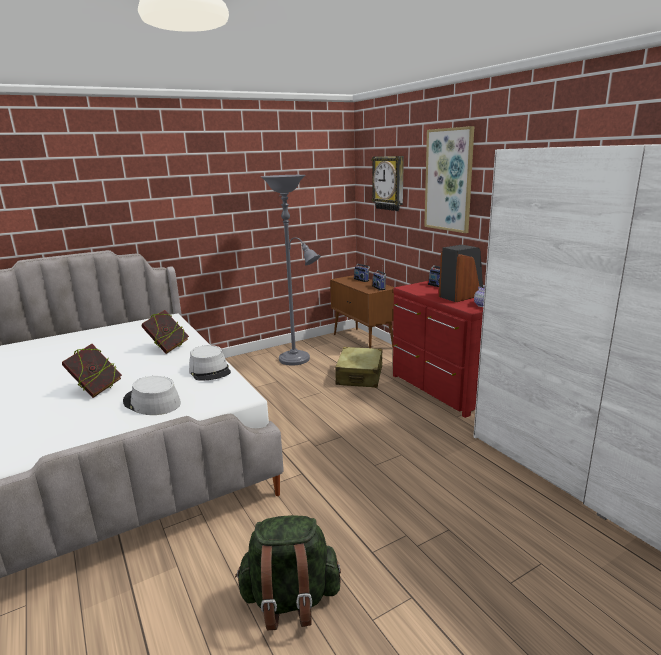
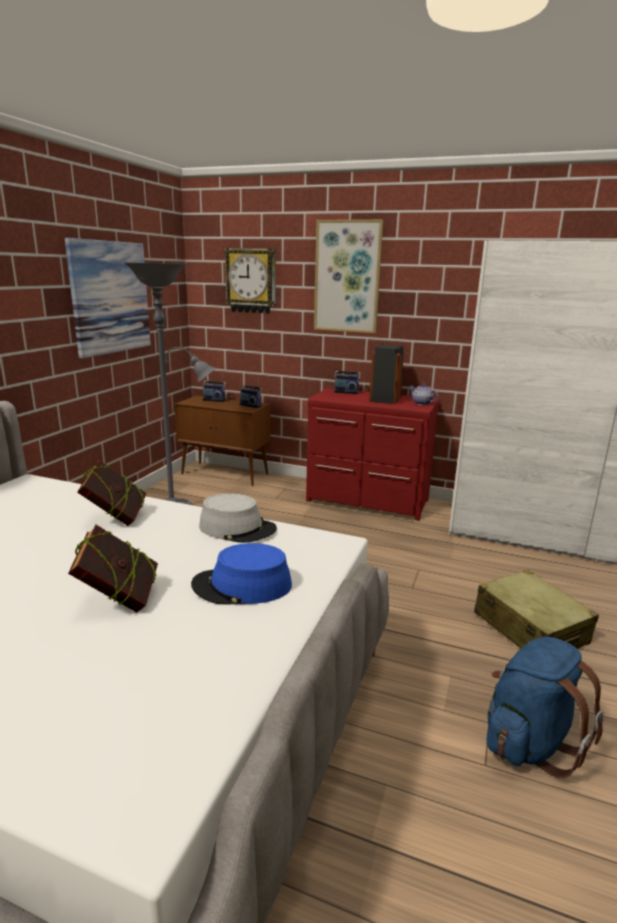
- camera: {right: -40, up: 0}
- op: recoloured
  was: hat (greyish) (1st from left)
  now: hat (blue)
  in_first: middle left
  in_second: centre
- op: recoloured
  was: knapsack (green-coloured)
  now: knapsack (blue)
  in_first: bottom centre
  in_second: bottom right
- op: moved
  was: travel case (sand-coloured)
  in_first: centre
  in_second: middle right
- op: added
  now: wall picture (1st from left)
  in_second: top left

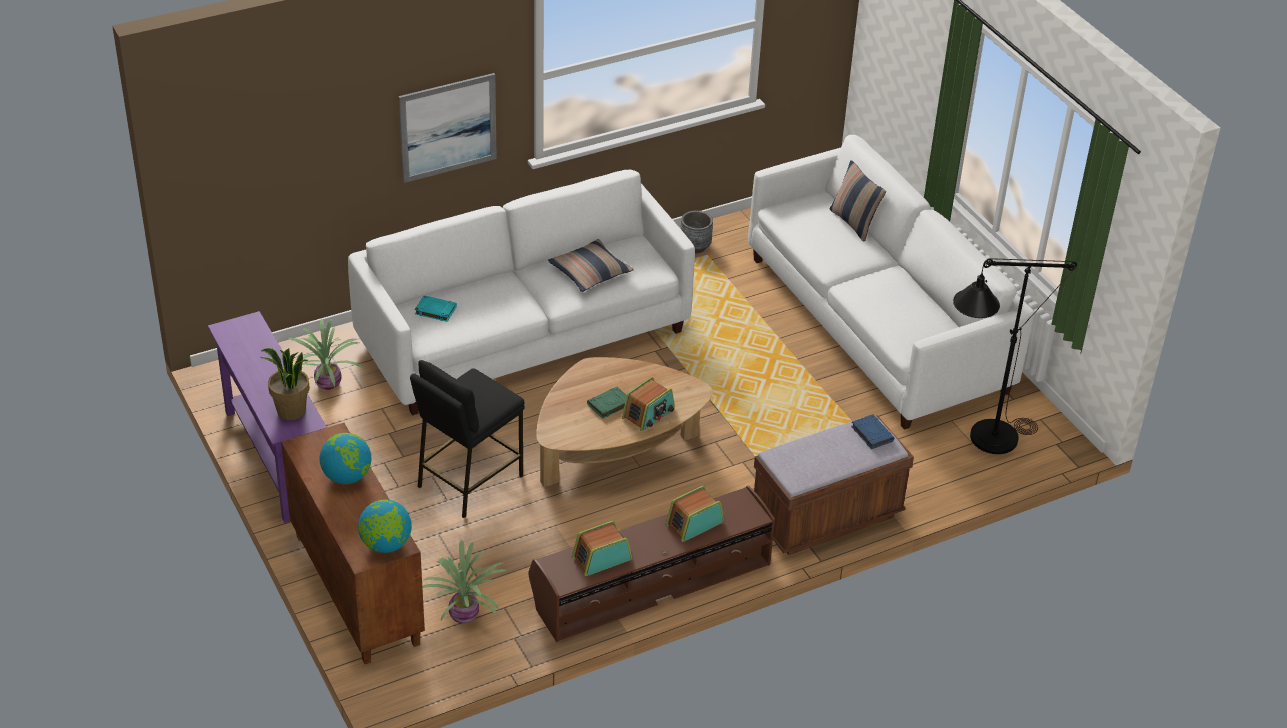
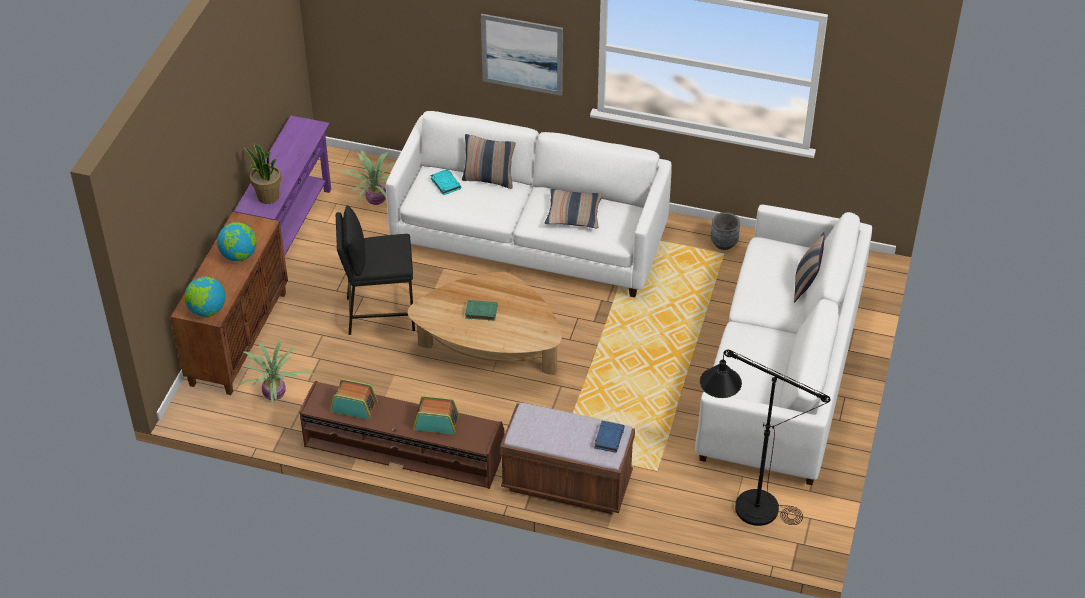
- camera: {right: 45, up: 5}
- op: removed
  was: radio (2nd from left)
  in_first: centre
- op: added
  now: cushion (1st from left)
  in_second: top centre

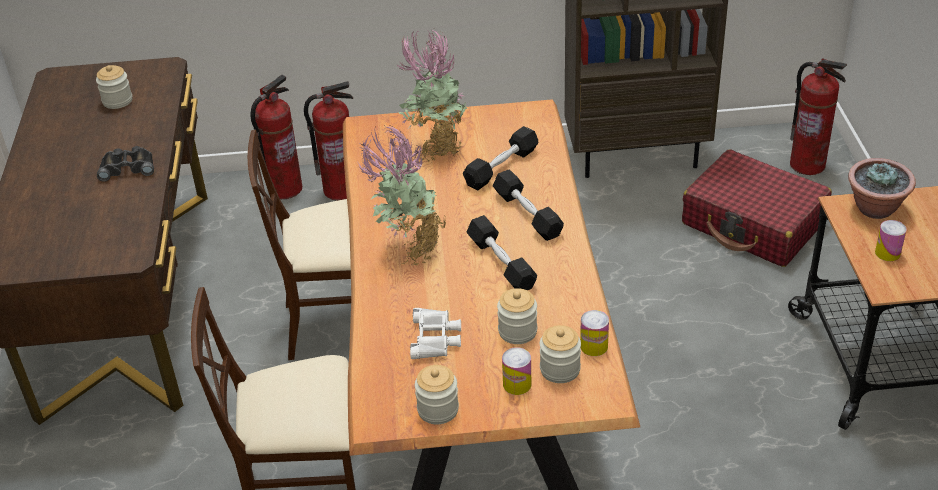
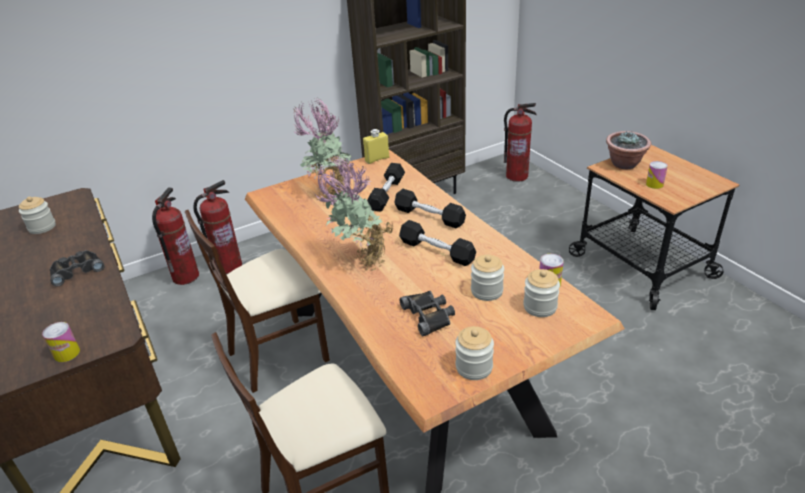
- camera: {right: -25, up: -5}
- op: recoloured
  was: pair of binoculars (white)
  now: pair of binoculars (blackish) (2nd from left)
  in_first: bottom centre
  in_second: centre
- op: moved
  was: metal can (1st from left)
  in_first: bottom centre
  in_second: bottom left
- op: removed
  was: travel case (red-coloured)
  in_first: middle right
- op: added
  now: bottle (yellowish)
  in_second: top centre

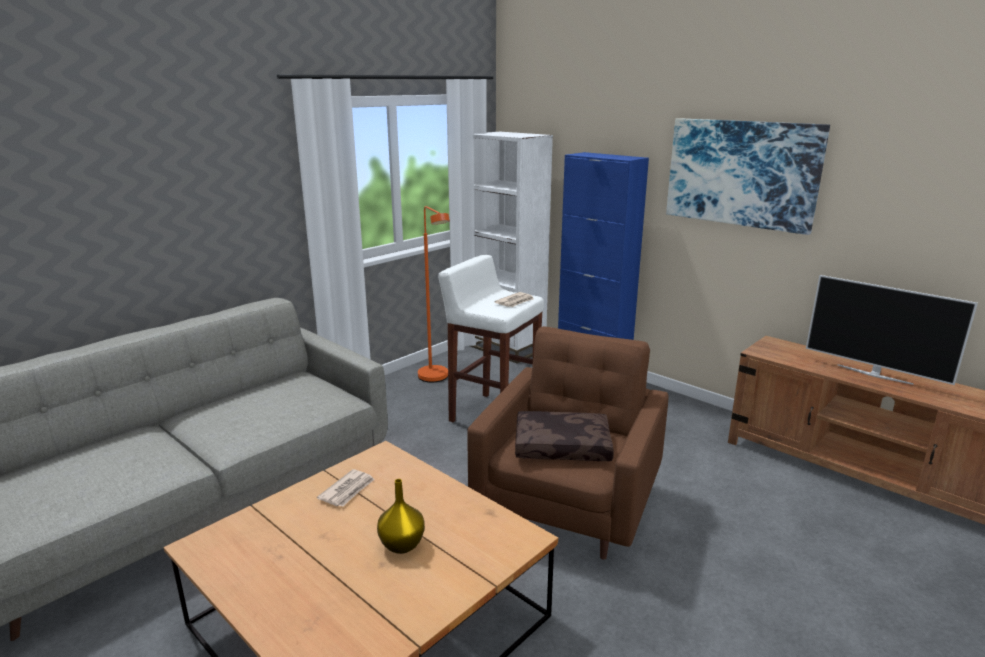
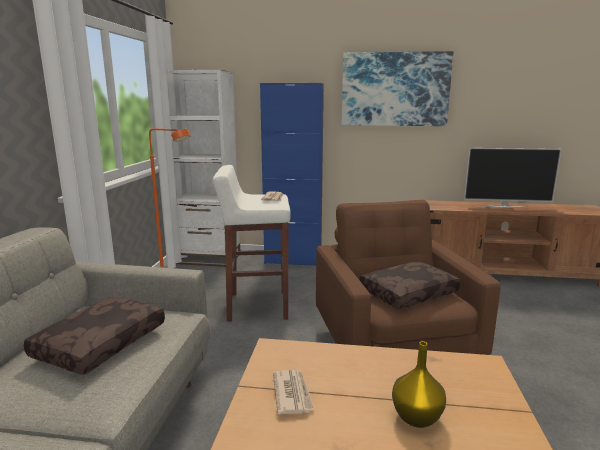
- camera: {right: -35, up: -5}
- op: added
  now: cushion (brown) (1st from left)
  in_second: bottom left

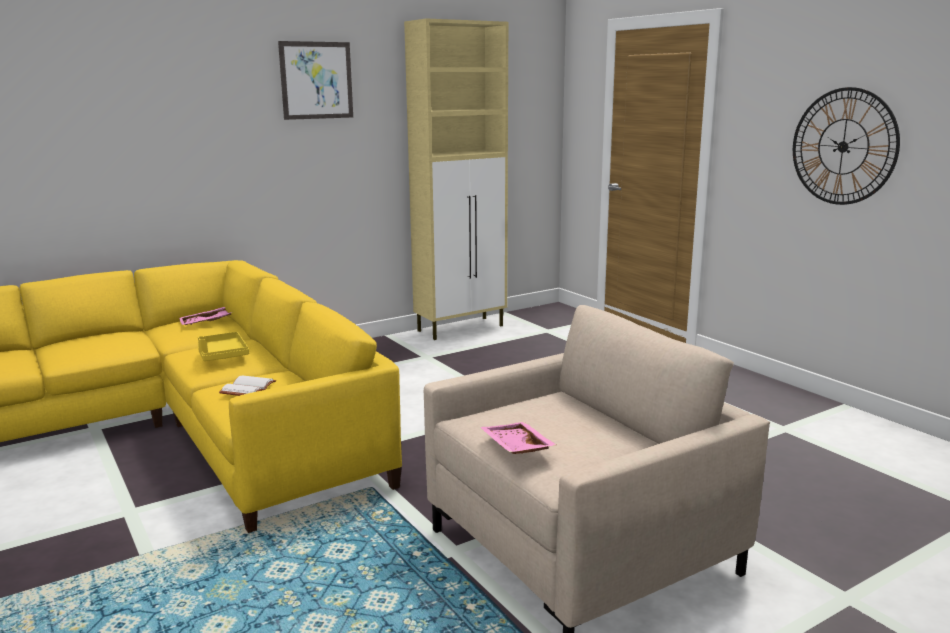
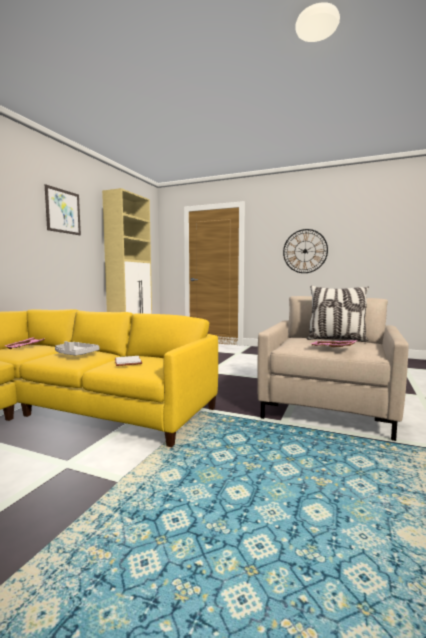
- camera: {right: -35, up: -10}
- op: recoloured
  was: carrying tray (yellowish)
  now: carrying tray (greyish)
  in_first: middle left
  in_second: middle left
- op: added
  now: cushion
  in_second: middle right

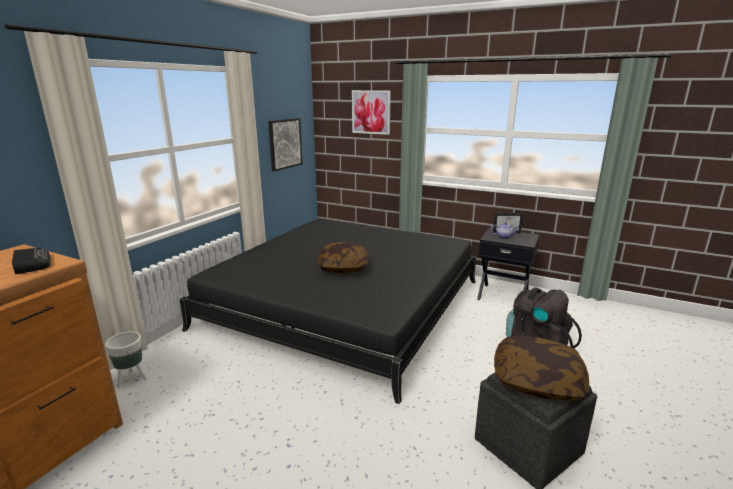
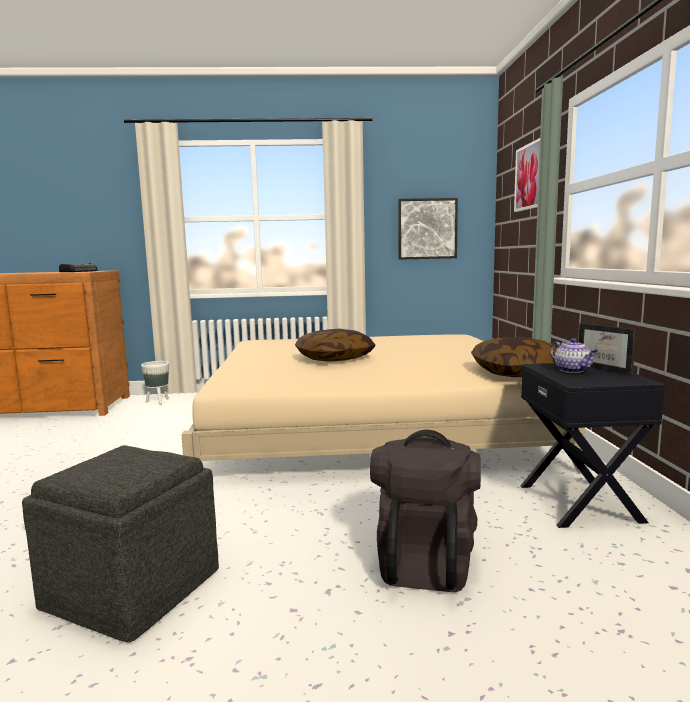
- camera: {right: 60, up: -10}
- op: recoloured
  was: bed (blackish)
  now: bed (sand-coloured)
  in_first: centre
  in_second: centre
- op: moved
  was: cushion (2nd from left)
  in_first: bottom right
  in_second: middle right

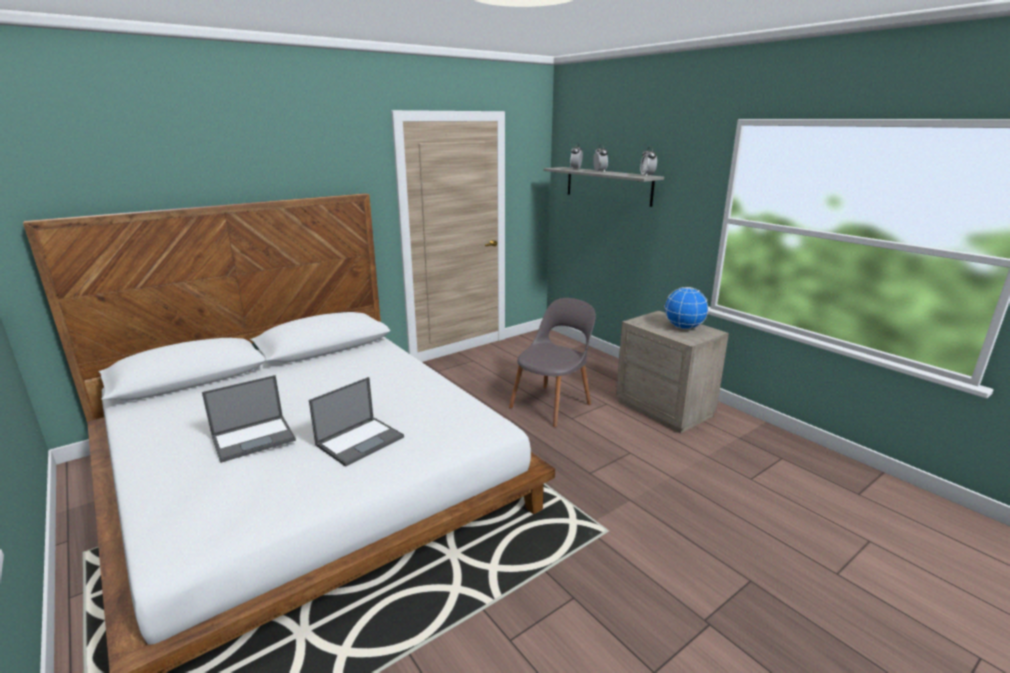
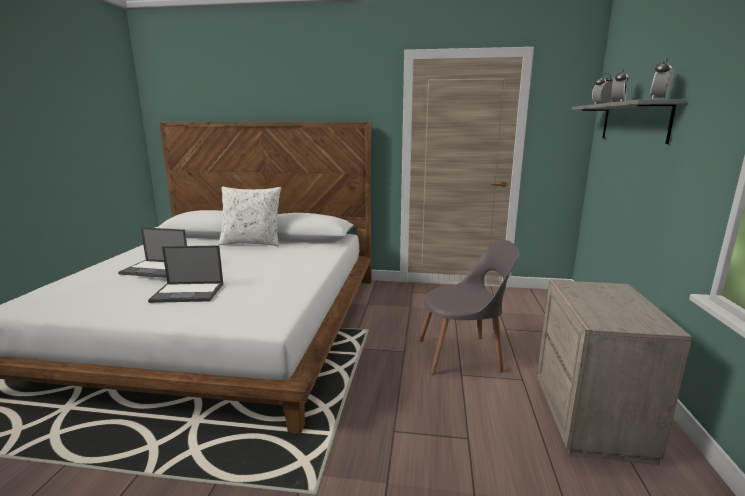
- camera: {right: 45, up: -5}
- op: removed
  was: globe
  in_first: middle right
- op: added
  now: cushion (white)
  in_second: centre

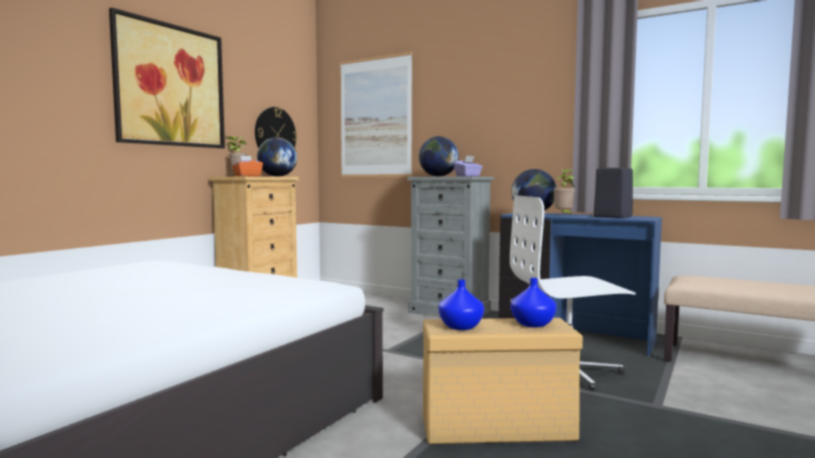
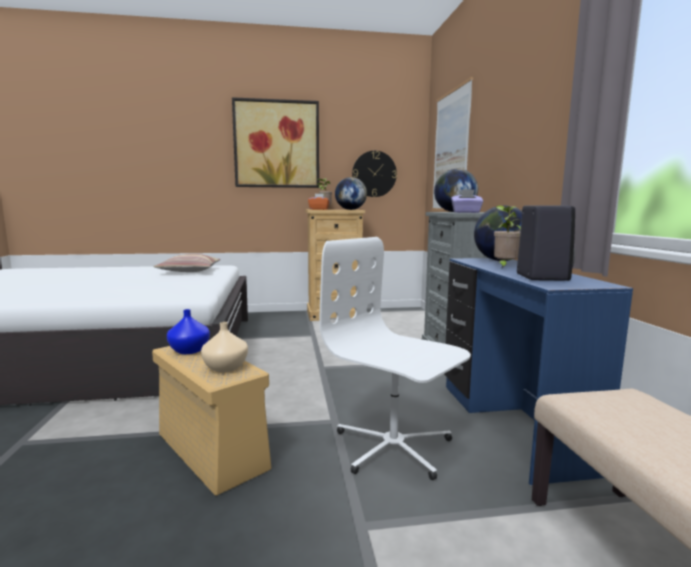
- camera: {right: 50, up: 5}
- op: recoloured
  was: flower vase (blue) (2nd from left)
  now: flower vase (sand-coloured)
  in_first: centre
  in_second: middle left
- op: added
  now: cushion
  in_second: middle left

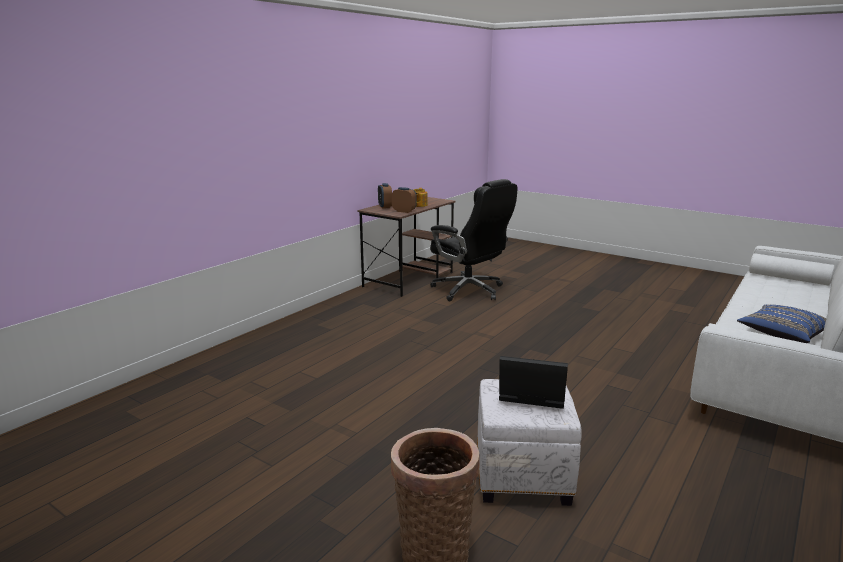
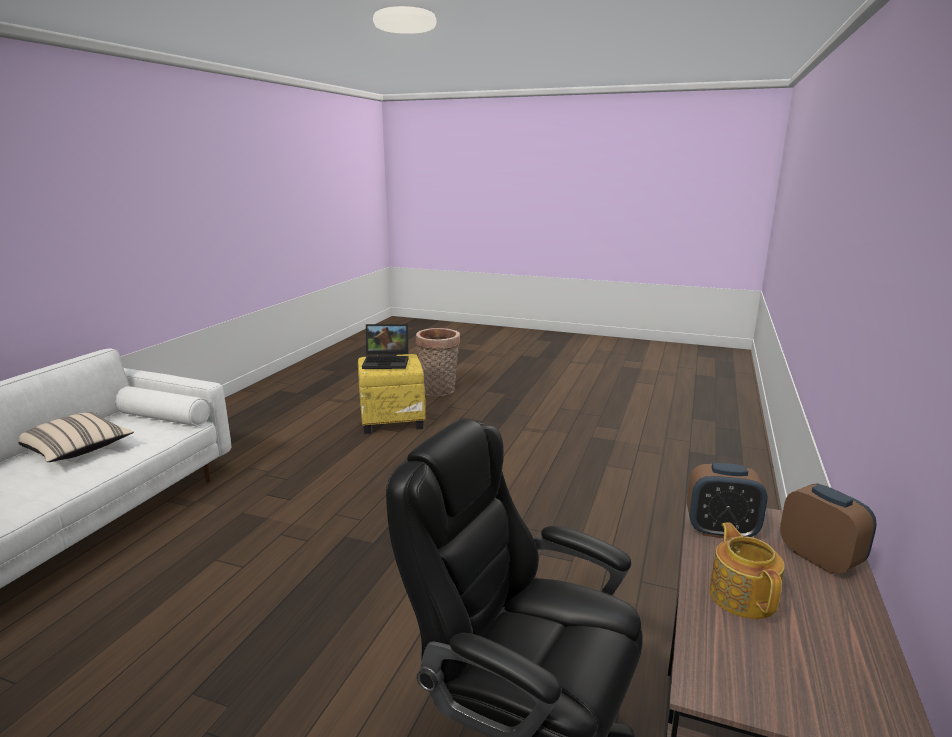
- camera: {right: 165, up: 0}
- op: recoloured
  was: pouffe (white)
  now: pouffe (yellowish)
  in_first: bottom centre
  in_second: centre
- op: recoloured
  was: cushion (blue)
  now: cushion (sand-coloured)
  in_first: middle right
  in_second: middle left

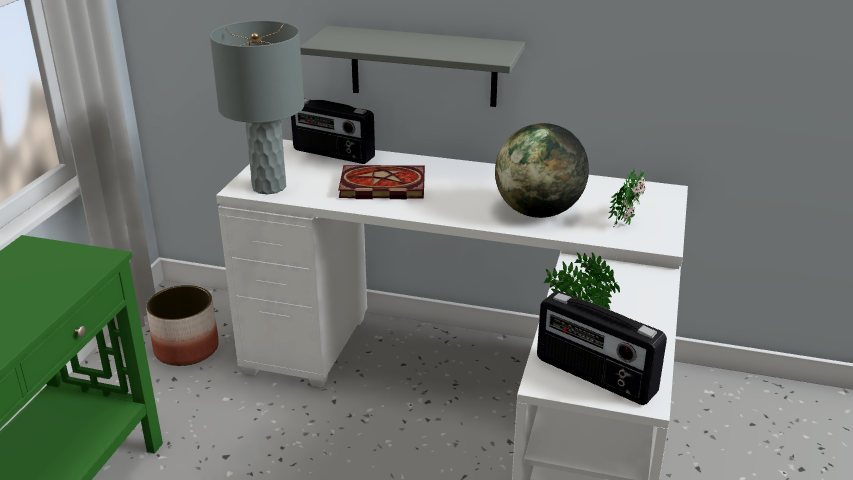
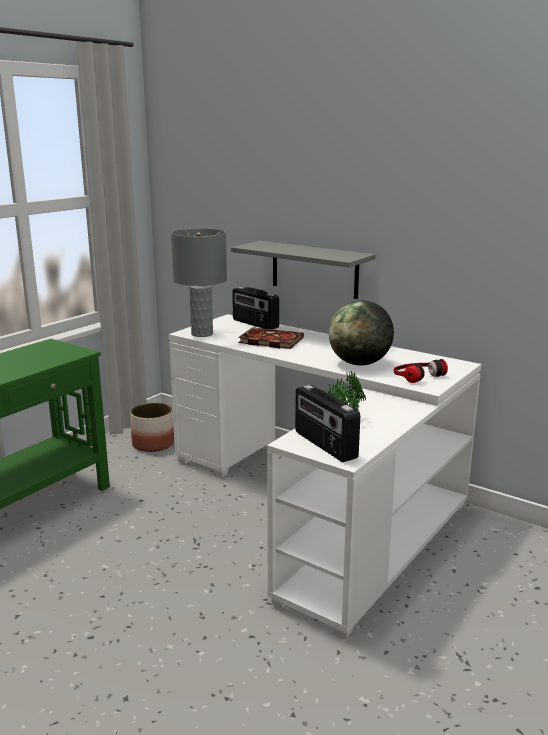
- camera: {right: 20, up: -10}
- op: replaced
  was: houseplant (2nd from left)
  now: headphones
  in_first: middle right
  in_second: middle right

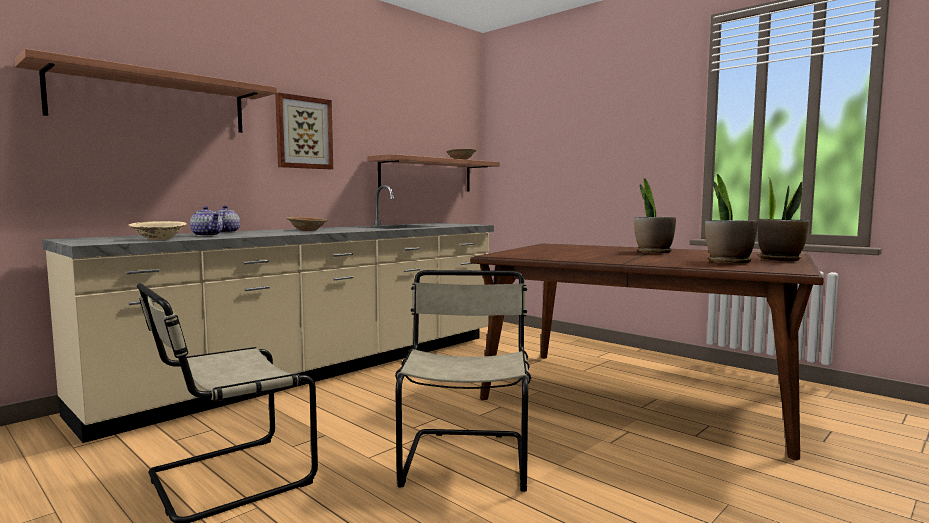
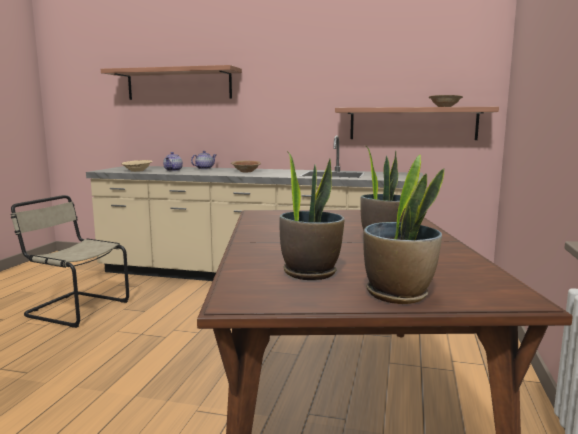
- camera: {right: 60, up: 5}
- op: removed
  was: wall picture
  in_first: top left
- op: removed
  was: upright chair (sand-coloured) (2nd from left)
  in_first: bottom centre

